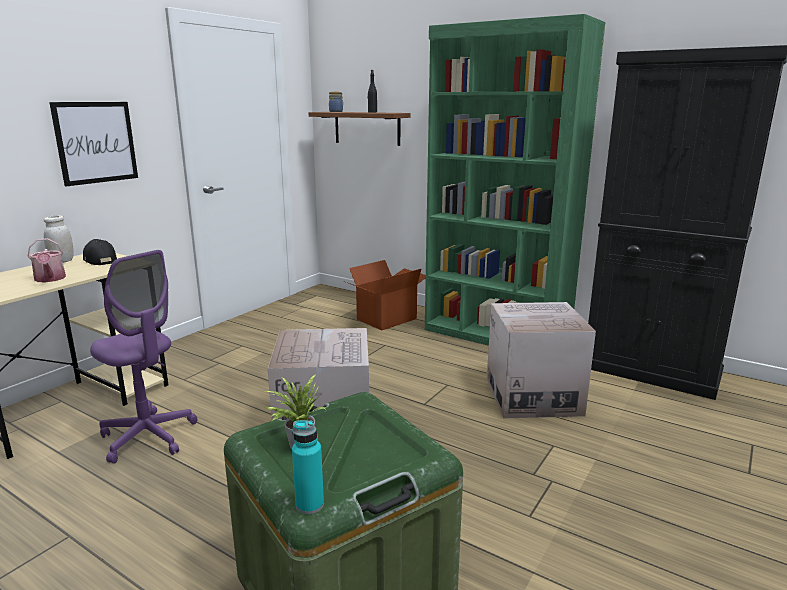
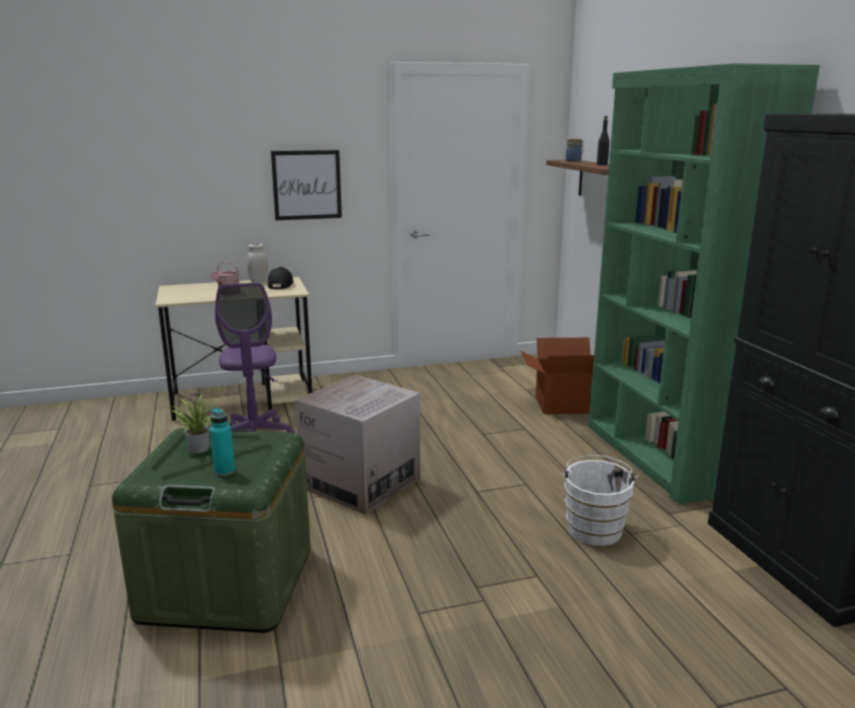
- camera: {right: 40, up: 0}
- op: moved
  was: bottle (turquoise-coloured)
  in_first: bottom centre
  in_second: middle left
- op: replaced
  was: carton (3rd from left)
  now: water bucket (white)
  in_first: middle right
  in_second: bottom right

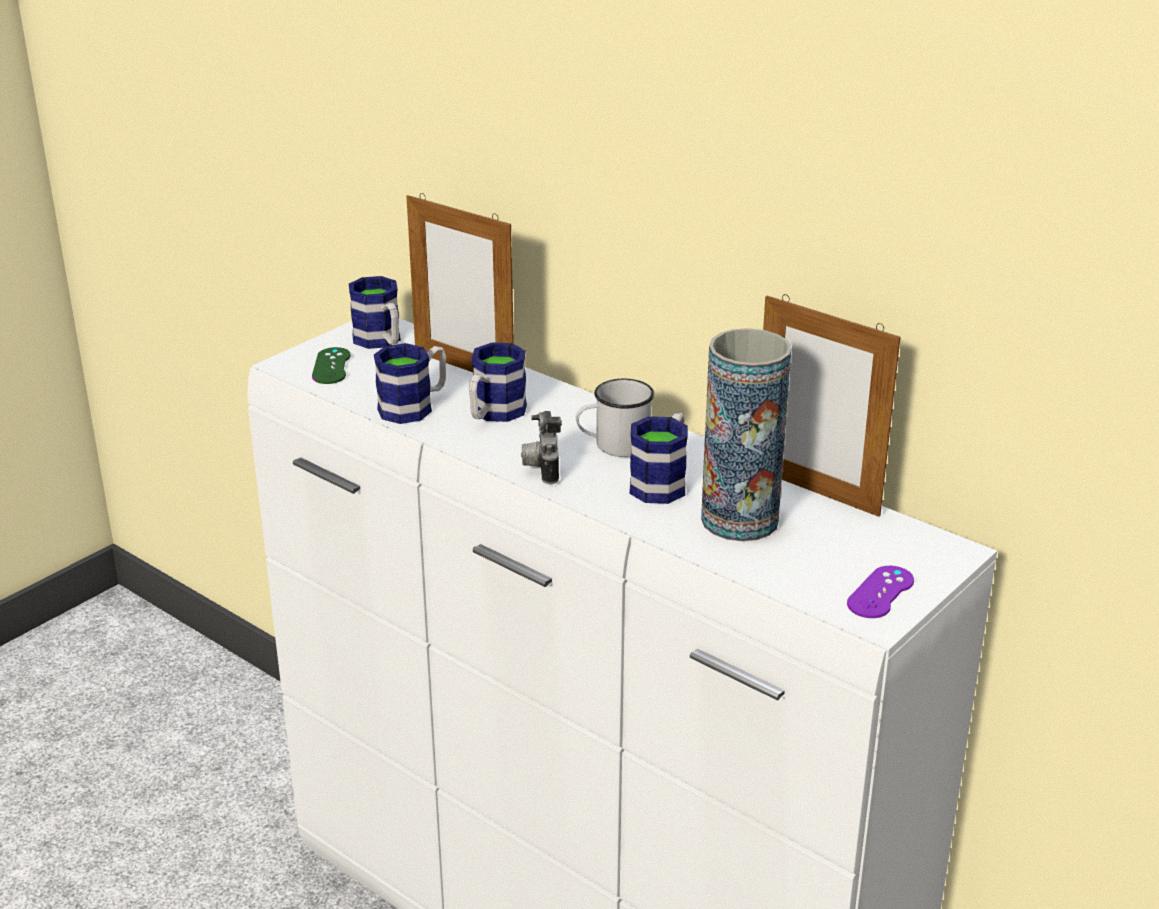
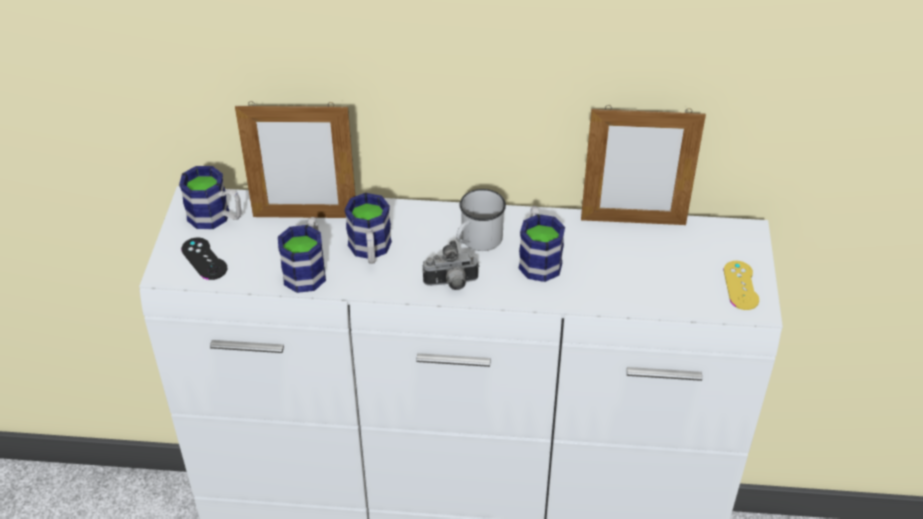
- camera: {right: -35, up: 15}
- op: recoloured
  was: gamepad (green-coloured)
  now: gamepad (blackish)
  in_first: middle left
  in_second: middle left
- op: turned
  was: photo camera
  in_first: centre
  in_second: centre
  clockwise: -60
- op: removed
  was: flower vase
  in_first: centre
- op: recoloured
  was: gamepad (purple-coloured)
  now: gamepad (yellowish)
  in_first: middle right
  in_second: middle right

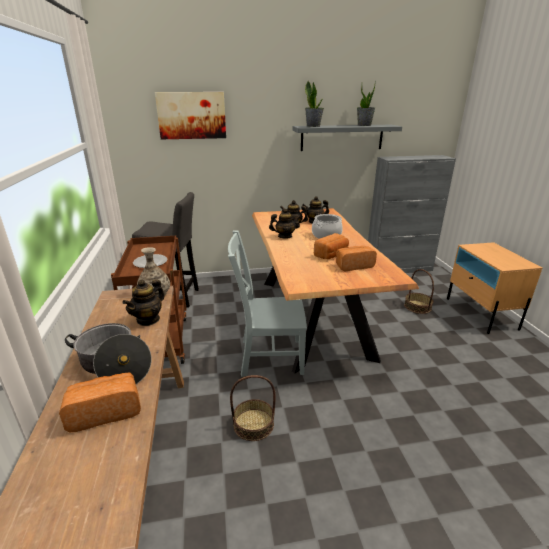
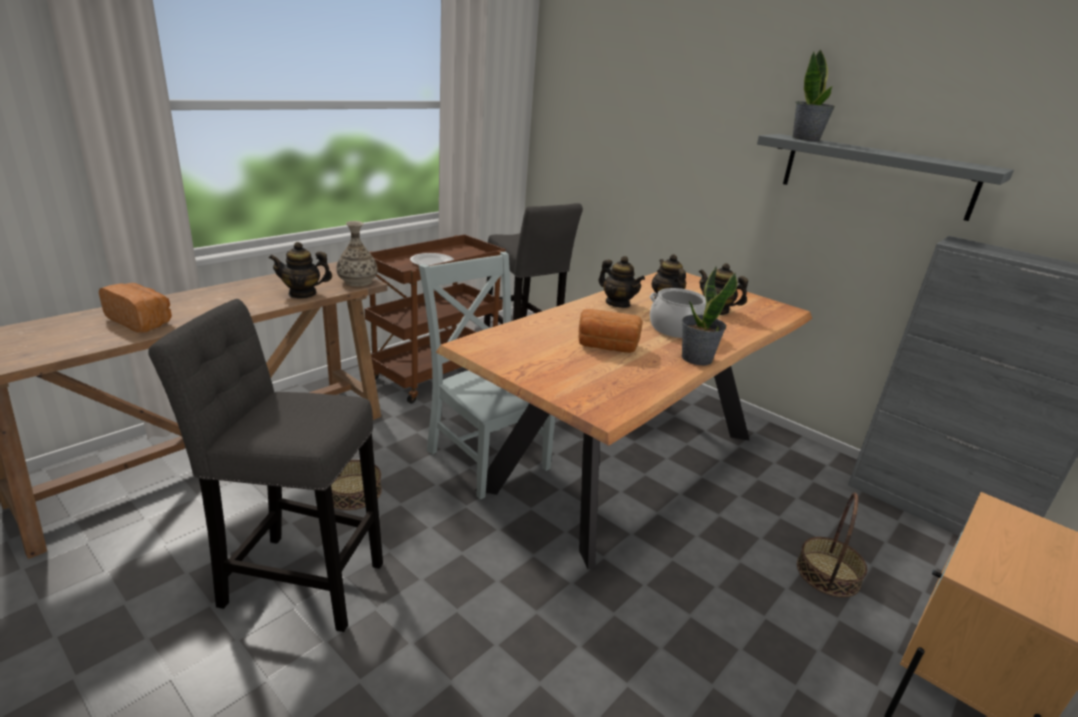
- camera: {right: 50, up: 0}
- op: removed
  was: stockpot (1st from left)
  in_first: middle left
- op: removed
  was: wall picture
  in_first: top centre
- op: removed
  was: bakery bread (3rd from left)
  in_first: centre
- op: moved
  was: houseplant (2nd from left in the first image)
  now: houseplant (1st from left)
  in_first: top right
  in_second: centre
- op: added
  now: sitting stool (greyish) (1st from left)
  in_second: middle left

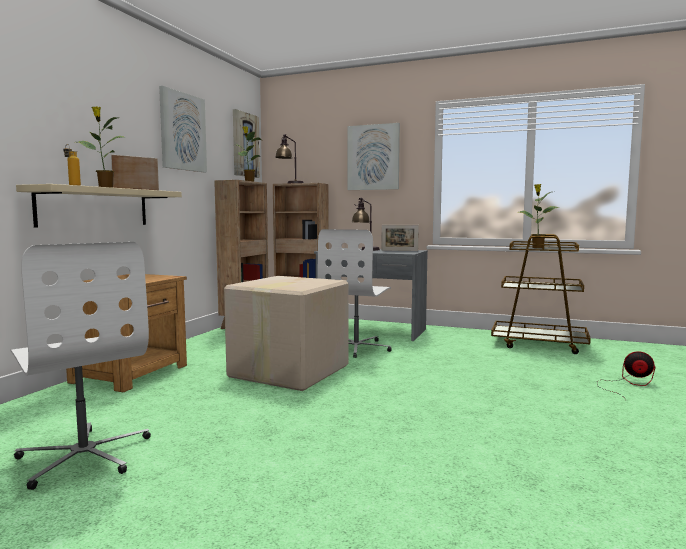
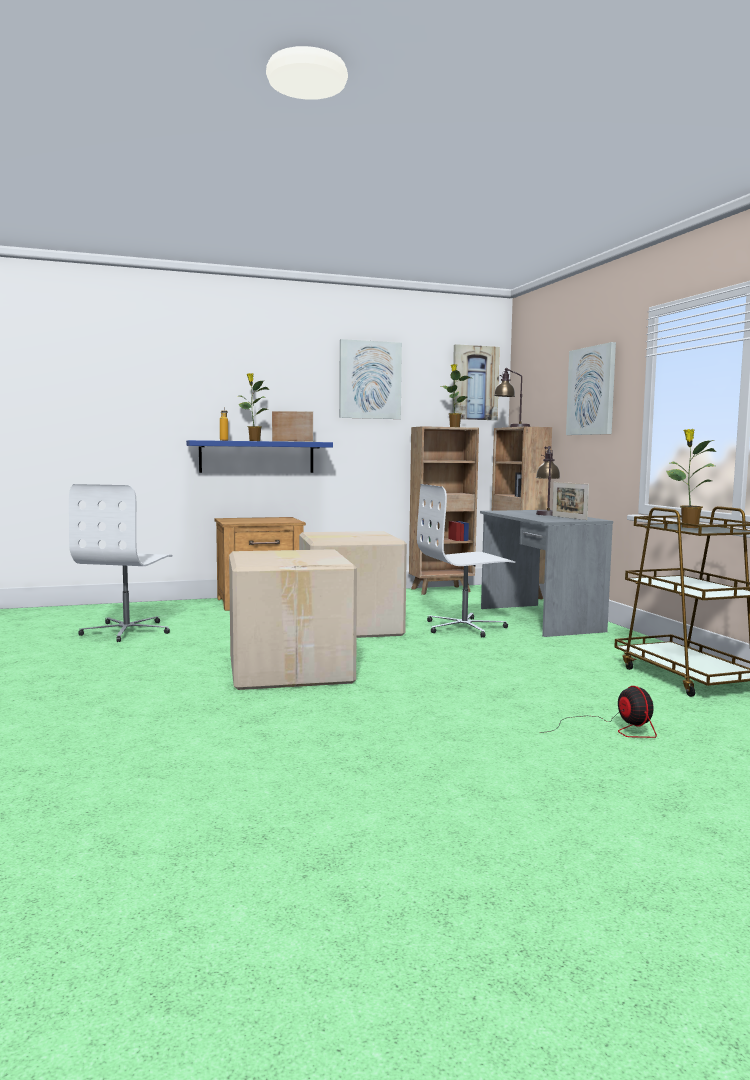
- camera: {right: 50, up: 0}
- op: recoloured
  was: bracket shelf (sand-coloured)
  now: bracket shelf (blue)
  in_first: middle left
  in_second: centre
- op: added
  now: carton (1st from left)
  in_second: centre

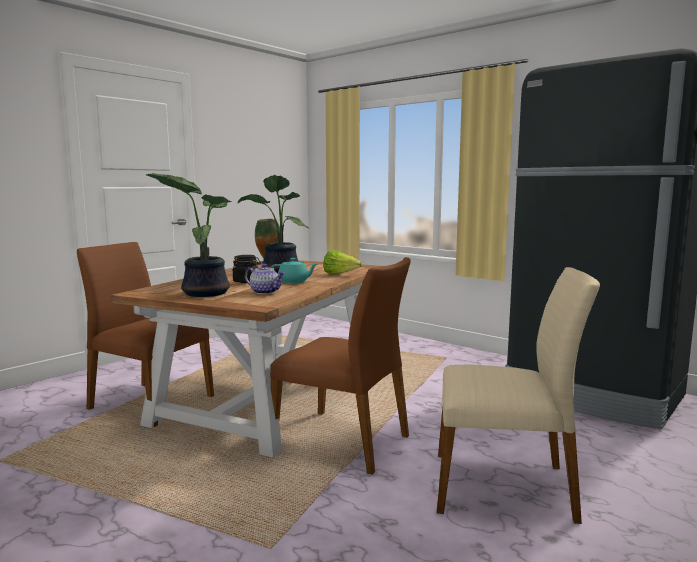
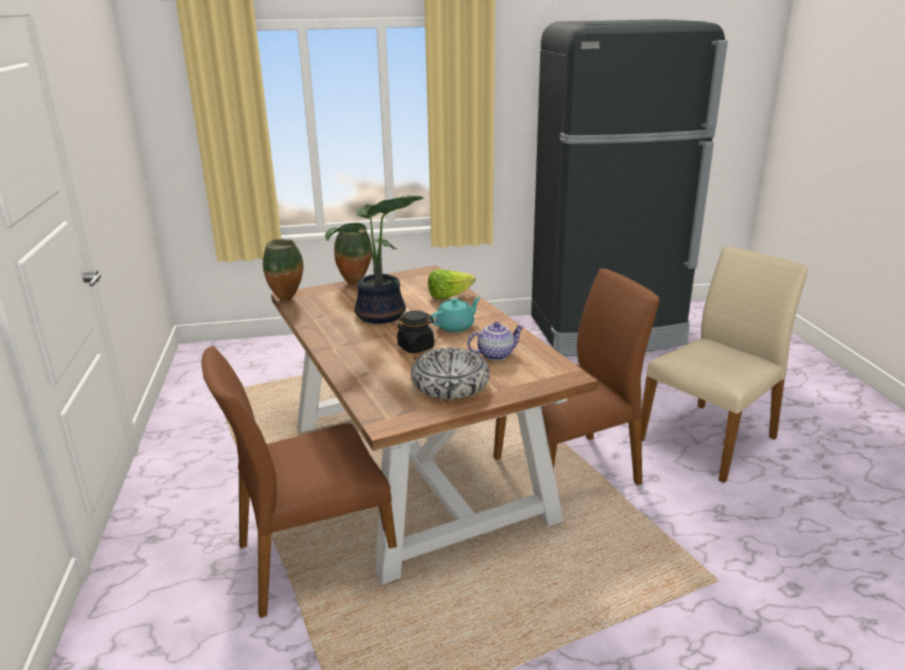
- camera: {right: -50, up: 15}
- op: replaced
  was: houseplant (1st from left)
  now: serving bowl
  in_first: middle left
  in_second: centre
- op: added
  now: flower vase (2nd from left)
  in_second: centre

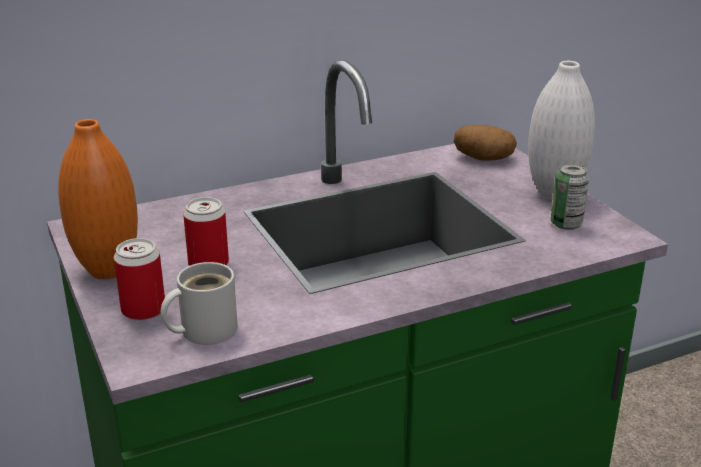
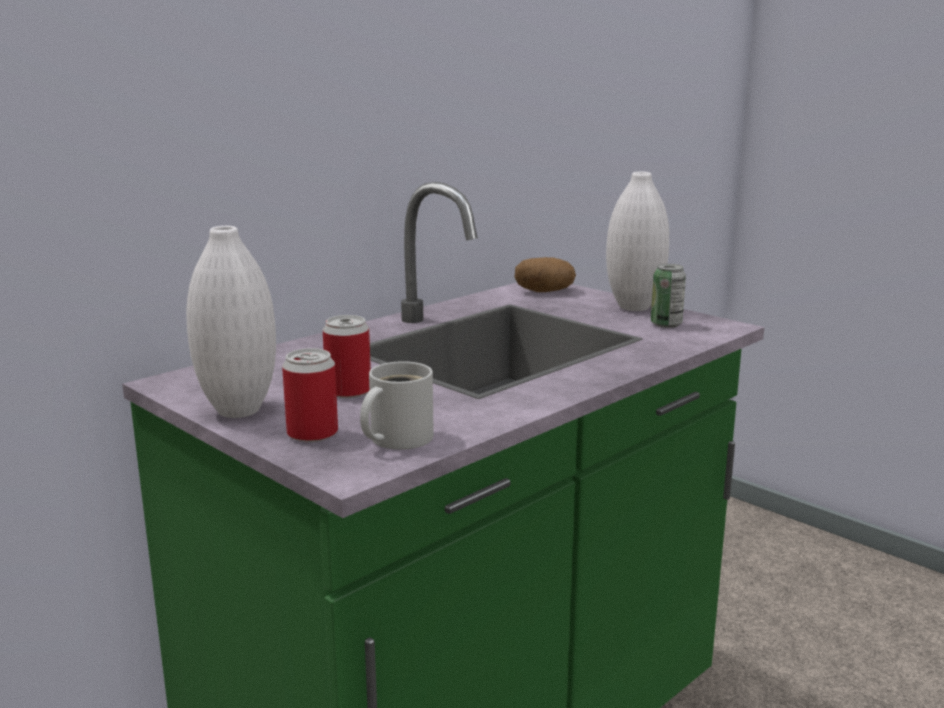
- camera: {right: -20, up: -10}
- op: recoloured
  was: flower vase (orange-coloured)
  now: flower vase (white) (1st from left)
  in_first: middle left
  in_second: middle left

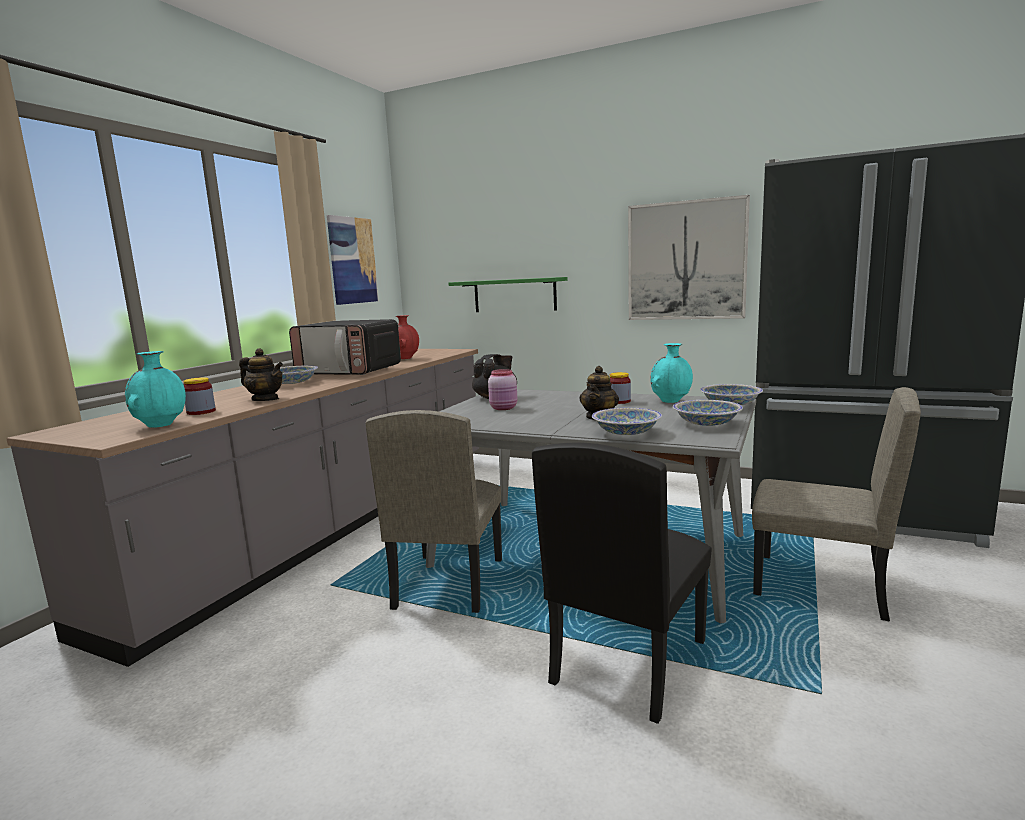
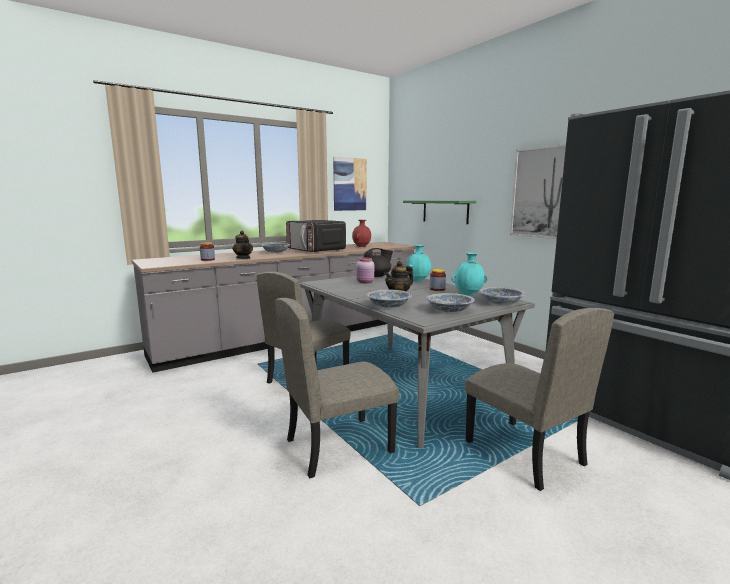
- camera: {right: 30, up: 0}
- op: moved
  was: flower vase (turquoise-coloured) (1st from left)
  in_first: middle left
  in_second: centre
- op: recoloured
  was: upright chair (blackish)
  now: upright chair (sand-coloured) (2nd from left)
  in_first: bottom centre
  in_second: centre

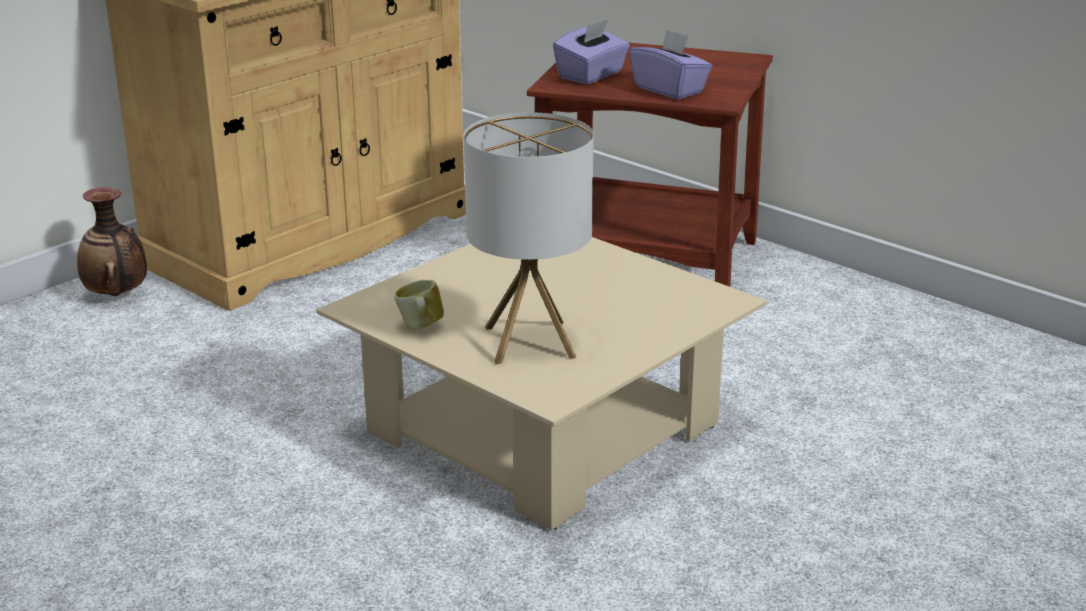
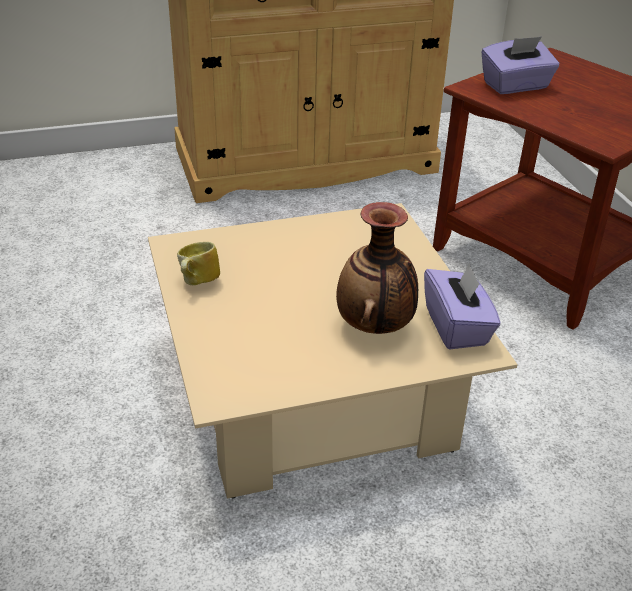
- camera: {right: 30, up: 10}
- op: moved
  was: flower vase
  in_first: middle left
  in_second: centre
- op: removed
  was: lamp for a table
  in_first: centre
- op: moved
  was: tissue box (purple-coloured) (2nd from left in the first image)
  now: tissue box (purple-coloured) (1st from left)
  in_first: top centre
  in_second: middle right

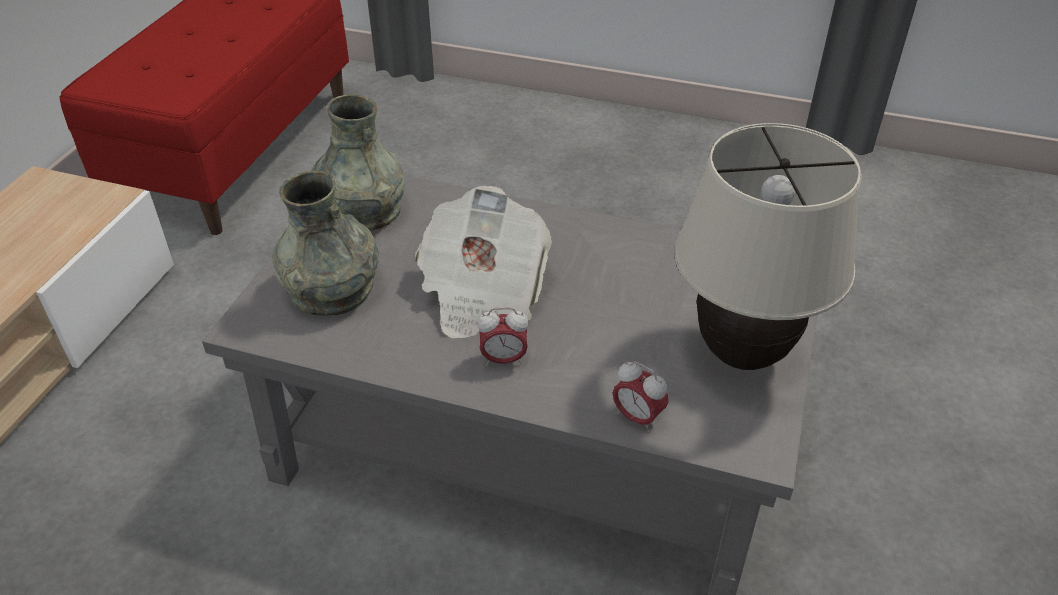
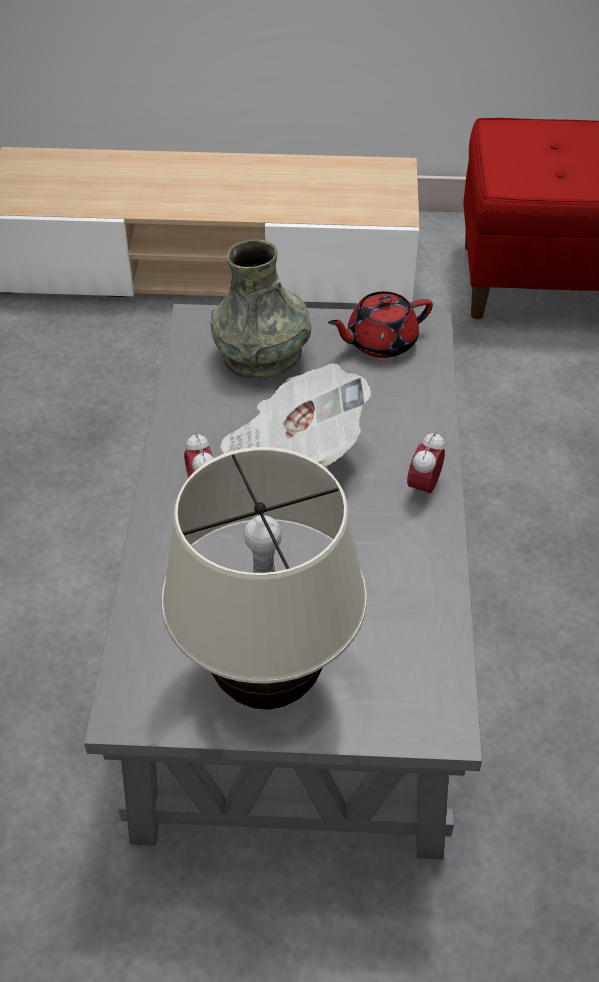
- camera: {right: 75, up: 5}
- op: replaced
  was: flower vase (greyish) (2nd from left)
  now: pot for tea (red-coloured)
  in_first: top centre
  in_second: top centre
- op: moved
  was: alarm clock (2nd from left)
  in_first: centre
  in_second: middle right

